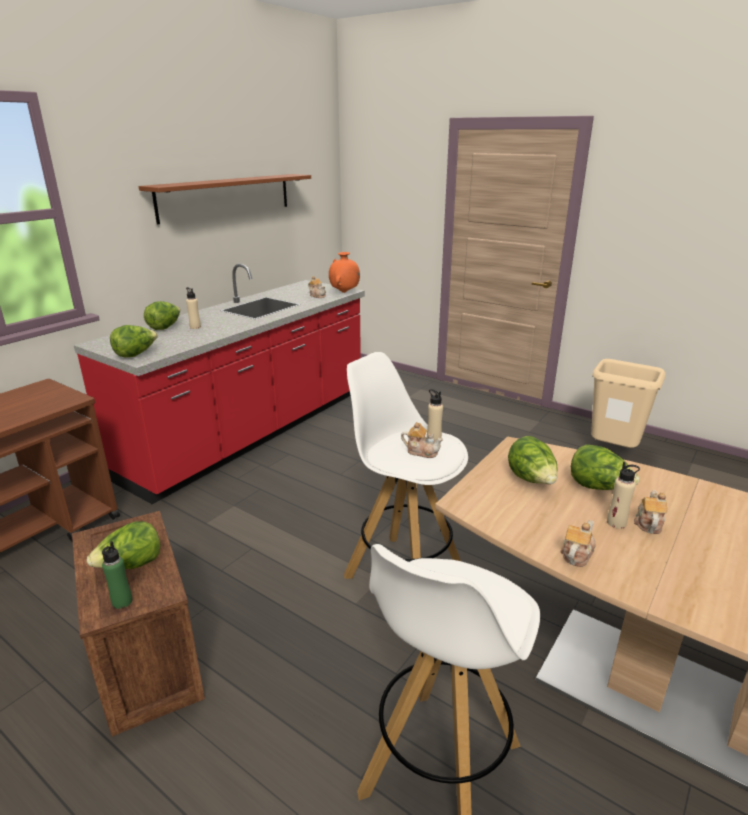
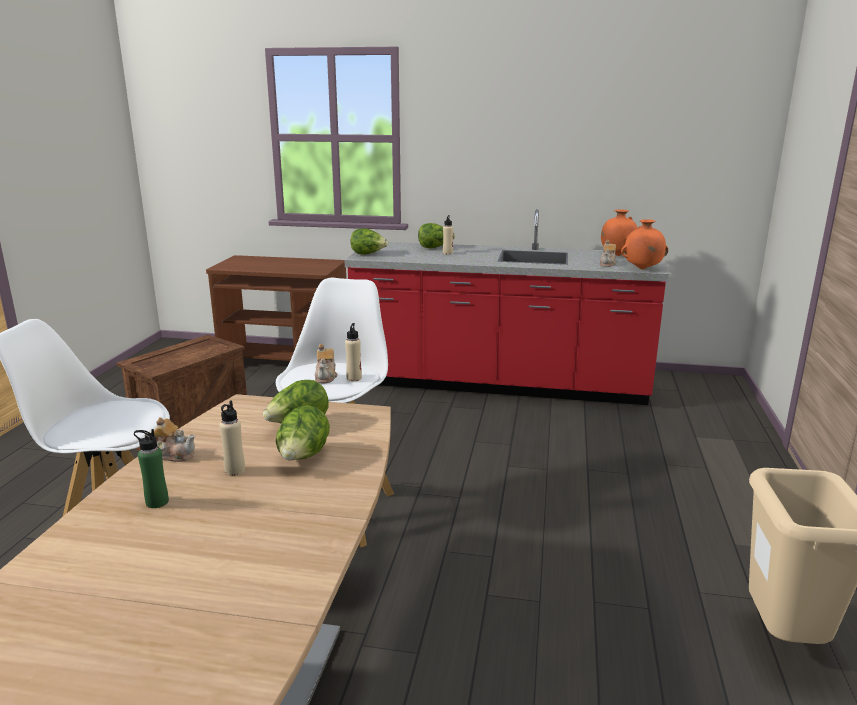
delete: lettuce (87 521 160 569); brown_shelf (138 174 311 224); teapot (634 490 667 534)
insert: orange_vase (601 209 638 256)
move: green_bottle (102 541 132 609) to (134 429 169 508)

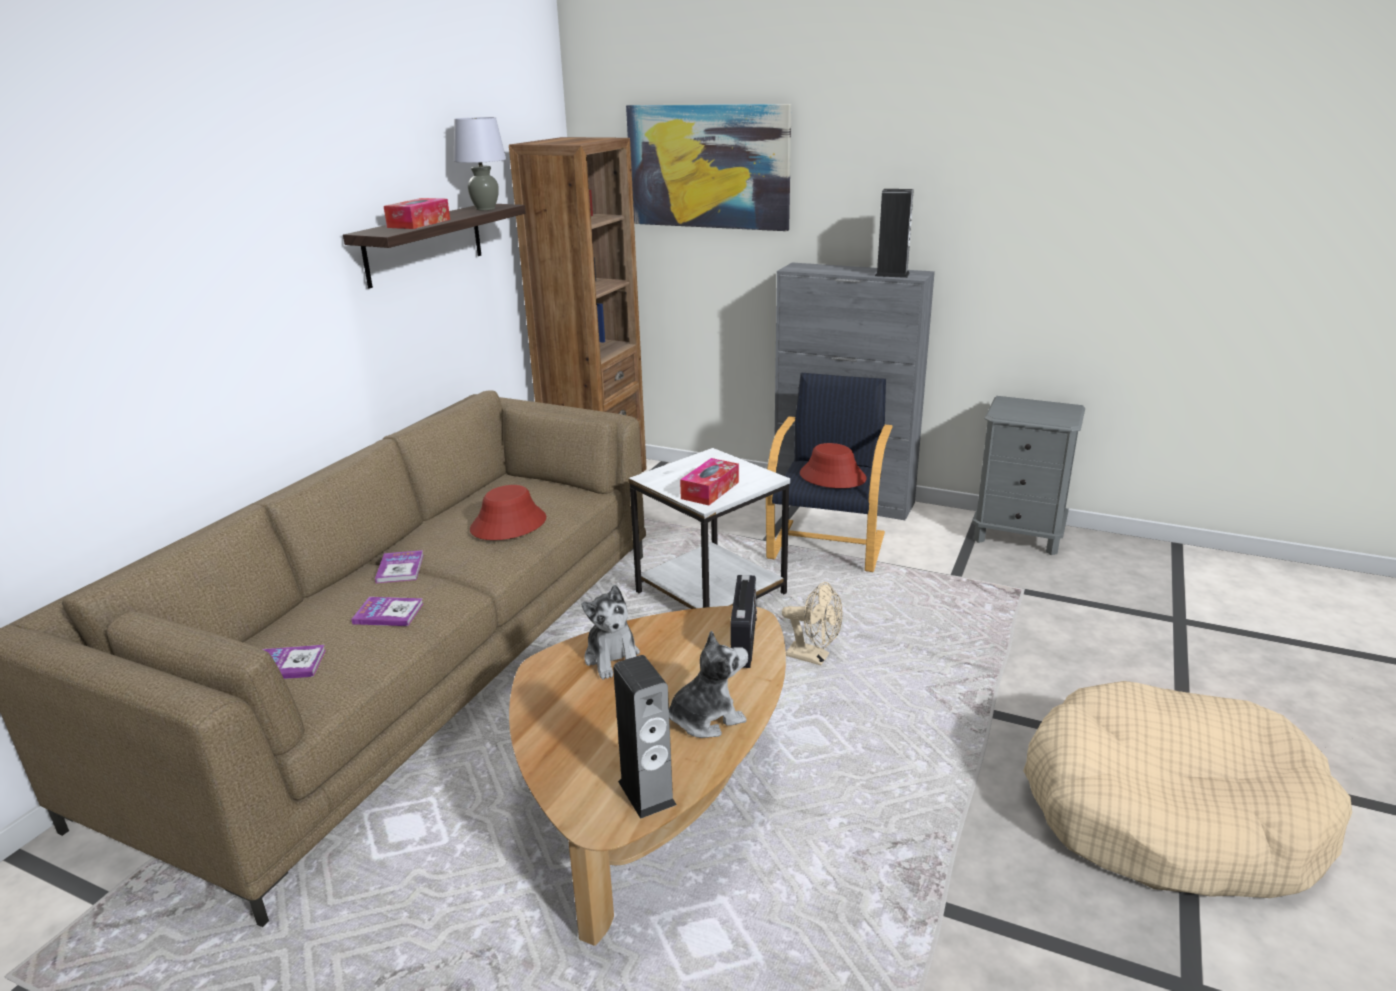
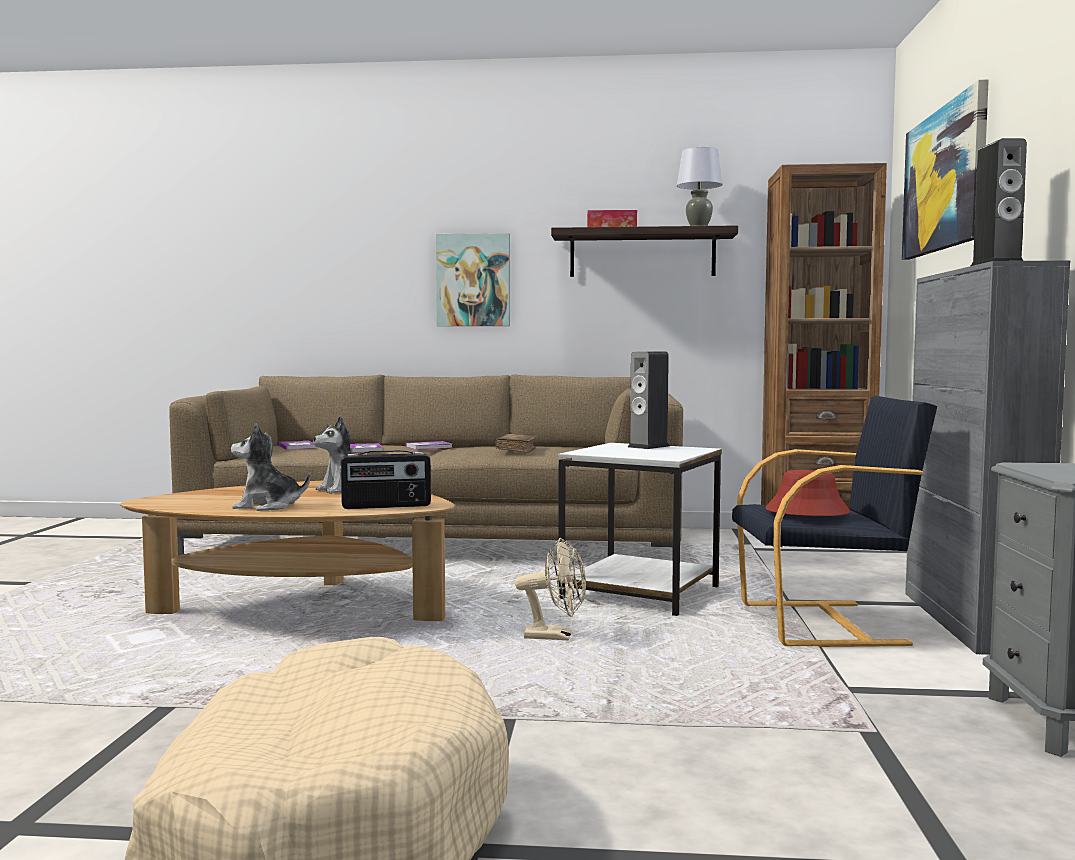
delete: tissue_box (680 458 739 505)
insert: picture (436 233 510 326)
move: speaker (613 655 677 819) to (628 352 670 449)
replace: red_hat (470 485 546 540) to brown_book (495 434 536 454)
rotate: plush_toy (669 630 748 738) = (231 424 310 511) 135 degrees clockwise; beige_fan (782 582 843 666) = (515 538 586 640) 90 degrees counterclockwise

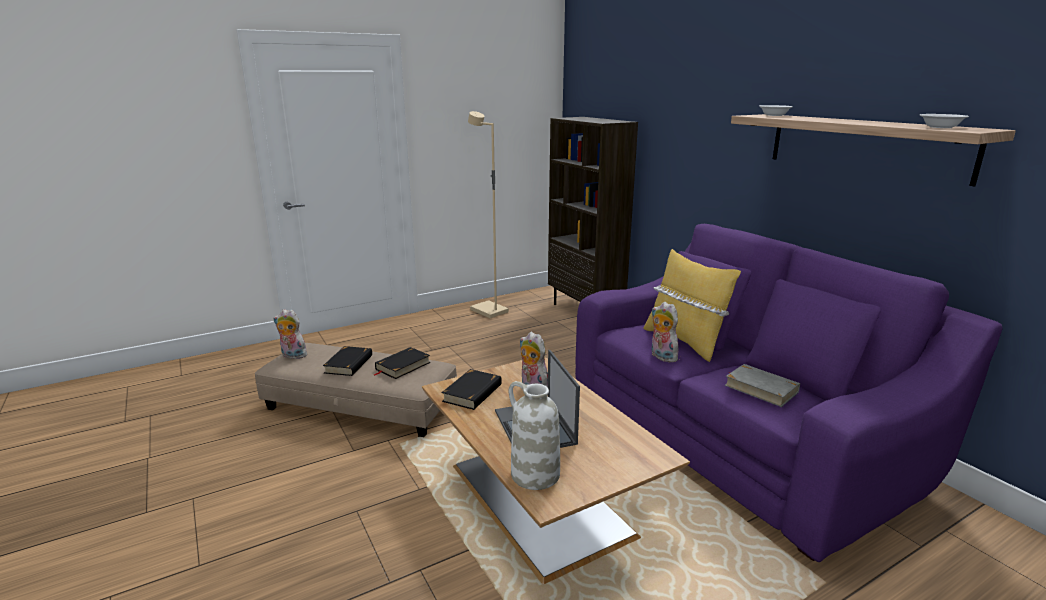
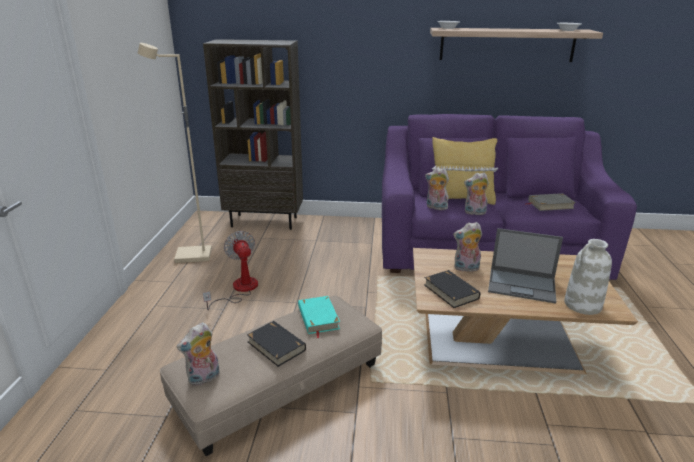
insert: fan (203 231 258 310); plush_toy (425 168 449 210)
recolor: black_book (374 347 431 379) to turquoise_book (298 296 340 338)

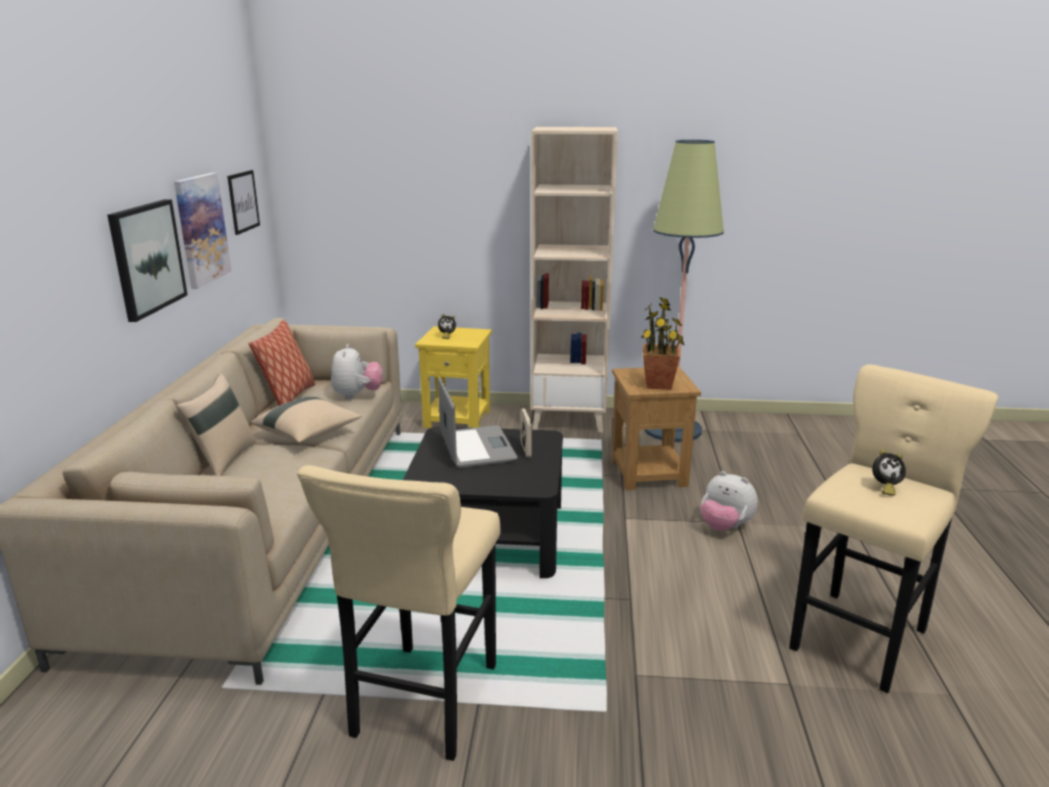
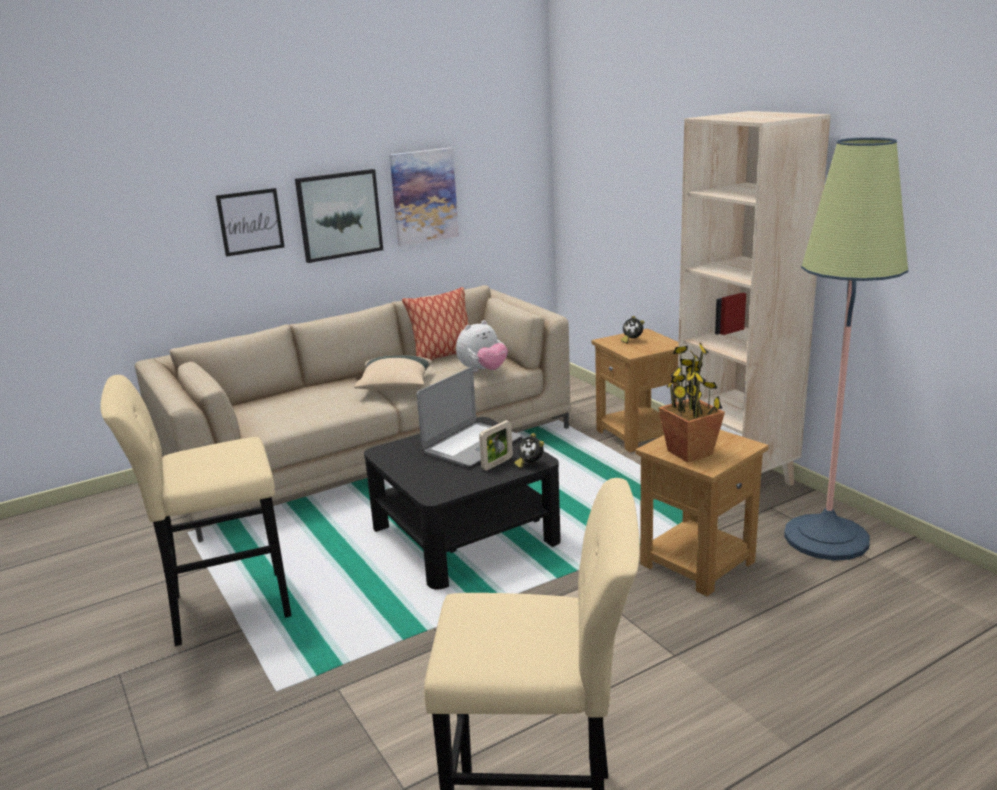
delete: beige_pillow (176 374 256 476); plush_toy (700 471 758 531)
move: picture (227 170 260 235) to (216 188 285 257); alarm_clock (872 449 906 496) to (514 433 544 468)
recolor: yellow_side_table (415 326 492 428) to brown_side_table (592 328 678 452)

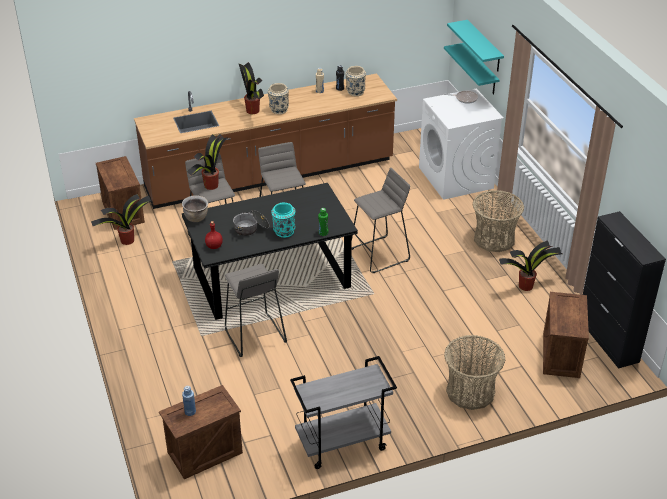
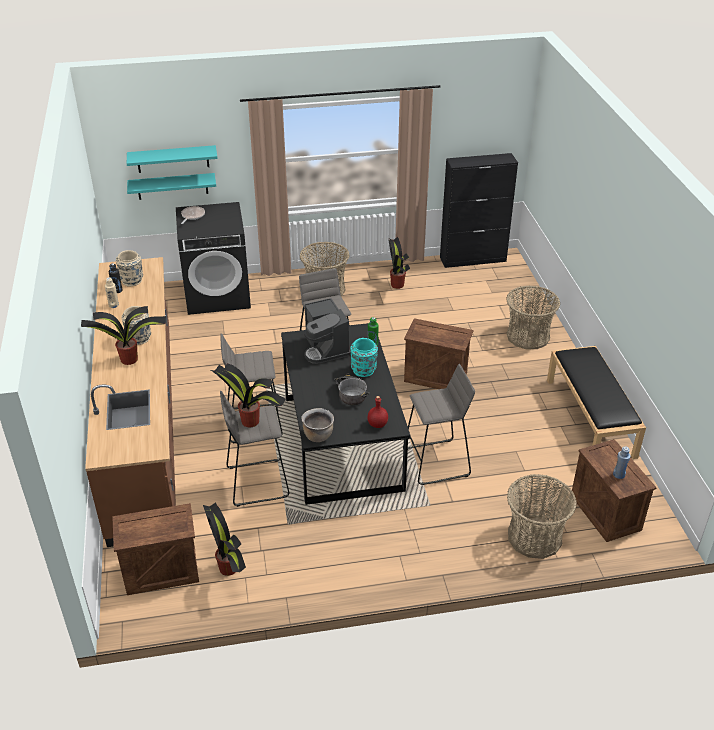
insert: coffee_machine (304 298 351 364); basket (507 474 577 559)
move: crate (543 292 589 378) to (404 318 474 389)
replace: grey_cart (290 356 397 469) to black_bench (547 346 646 459)
recolor: white_washing_machine (419 88 504 200) to black_washing_machine (176 202 251 315)

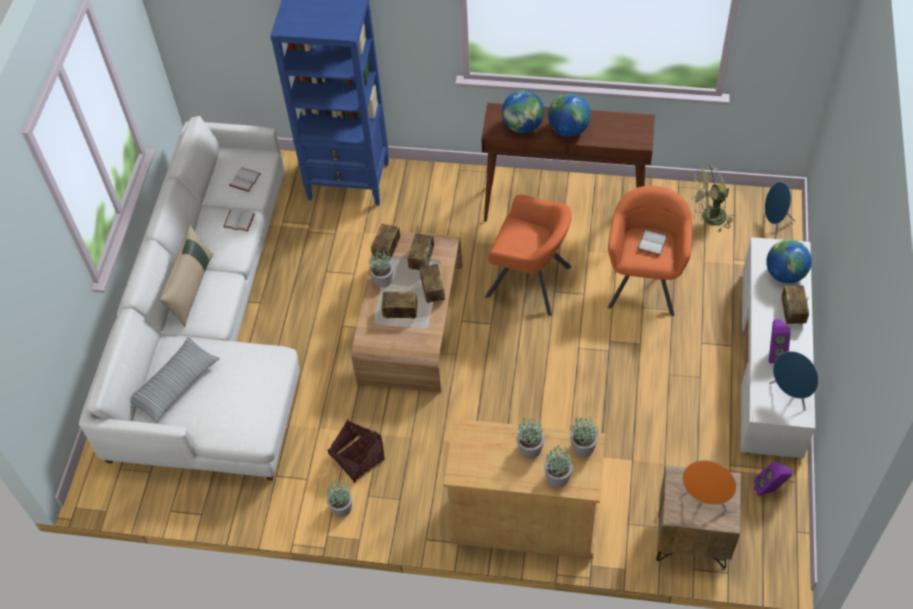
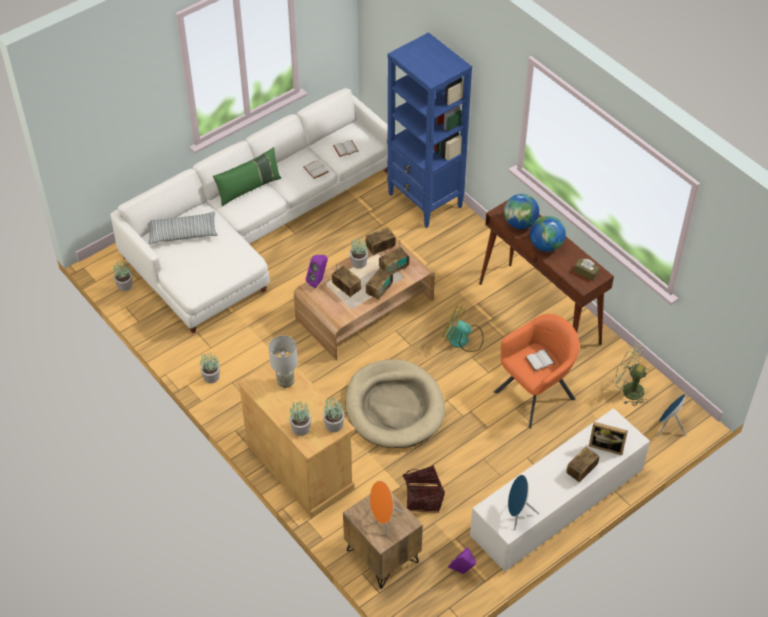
insert: grey_table_lamp (269 335 298 388); beige_dog_bed (345 359 445 448); brown_tissue_box (574 258 600 280)
move: basket (328 420 385 483) to (403 466 445 513); potted_plant (516 418 544 459) to (113 259 132 291); purple_speaker (769 319 791 363) to (306 255 328 288)
replace: orange_armchair (485 195 572 316) to fan (442 305 484 352); globe (766 240 812 283) to picture_frame (589 422 628 455)
recolor: beige_pillow (159 225 213 327) to green_pillow (213 147 281 207)

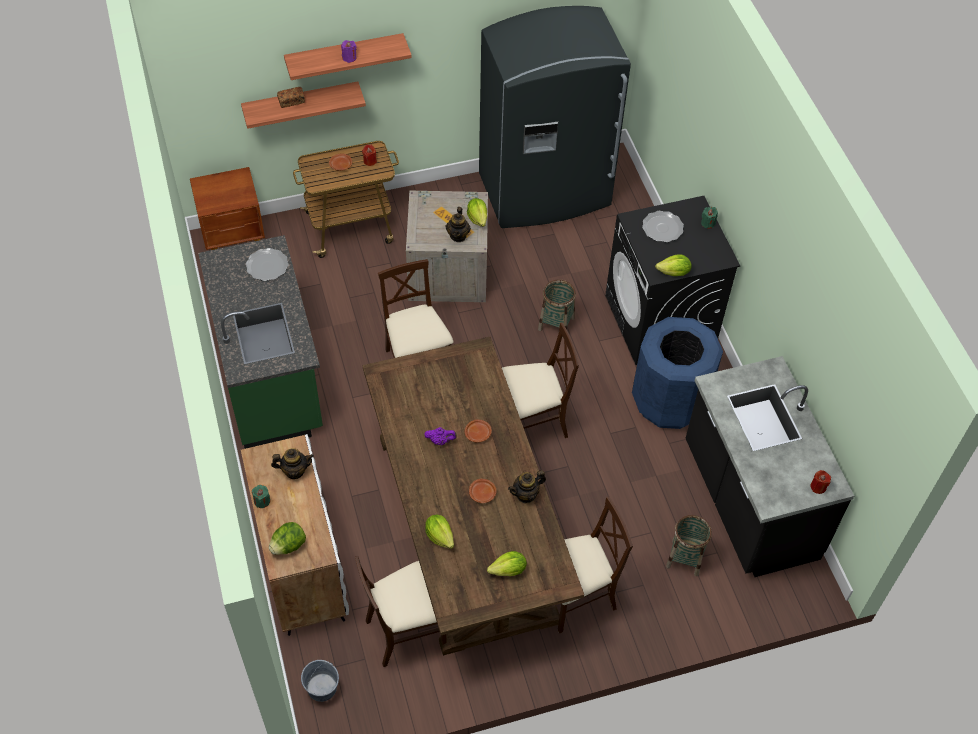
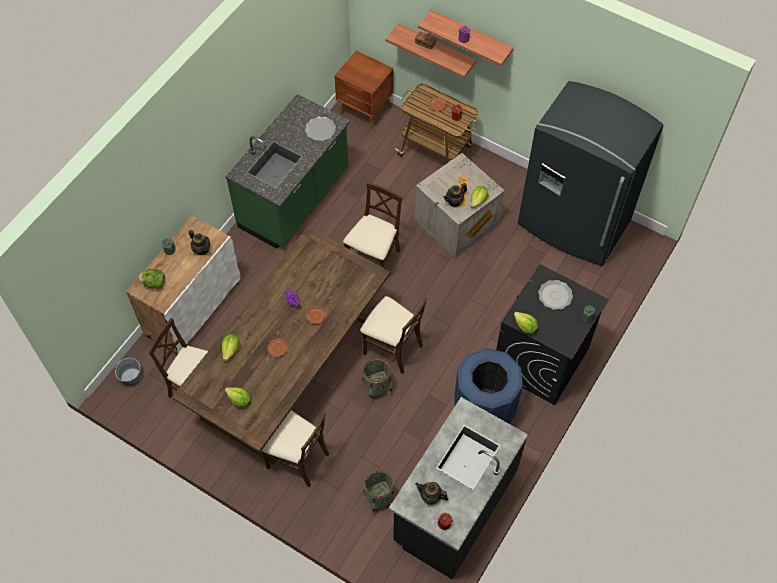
move: teapot (508 470 546 503) to (415 482 448 505); basket (538 279 576 339) to (362 358 393 403)

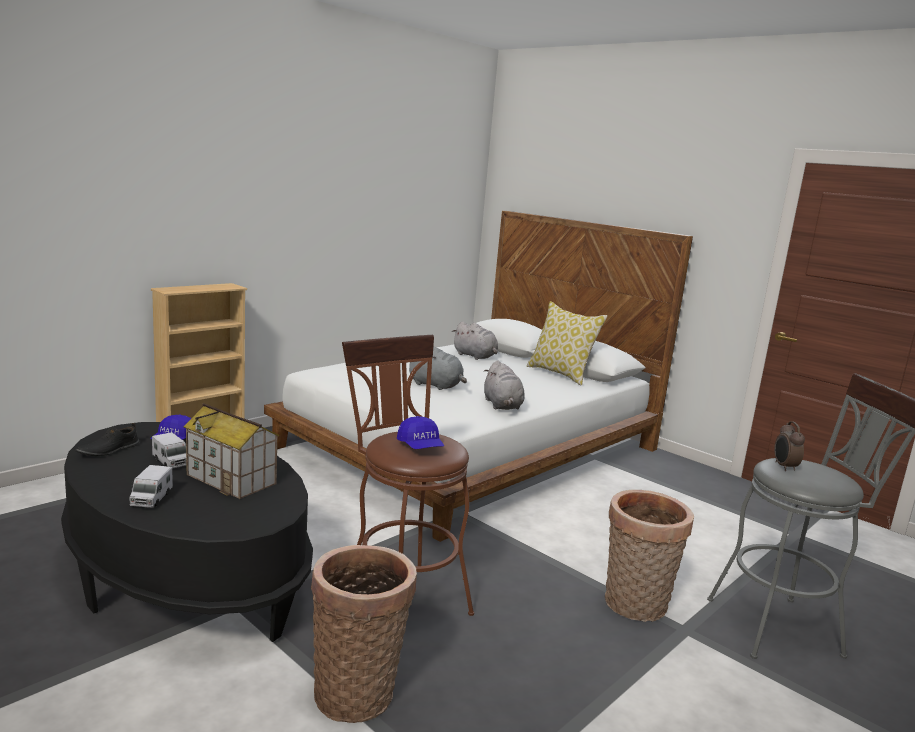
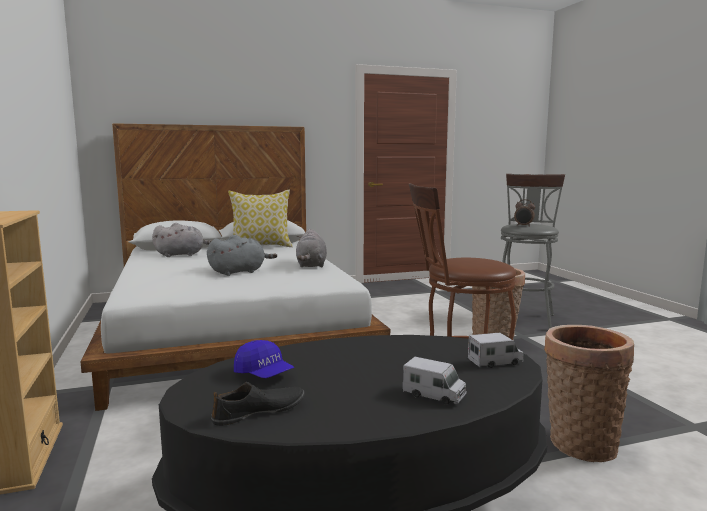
delete: toy_house (184 403 280 499); blue_cap (397 416 444 449)
move: toy_truck (152 432 187 469) to (468 333 524 368)
rotate: black_shoe (75 423 139 456) = (211 382 305 426) 90 degrees counterclockwise; grey_plush_toy (484 360 525 410) = (296 229 327 267) 75 degrees clockwise

